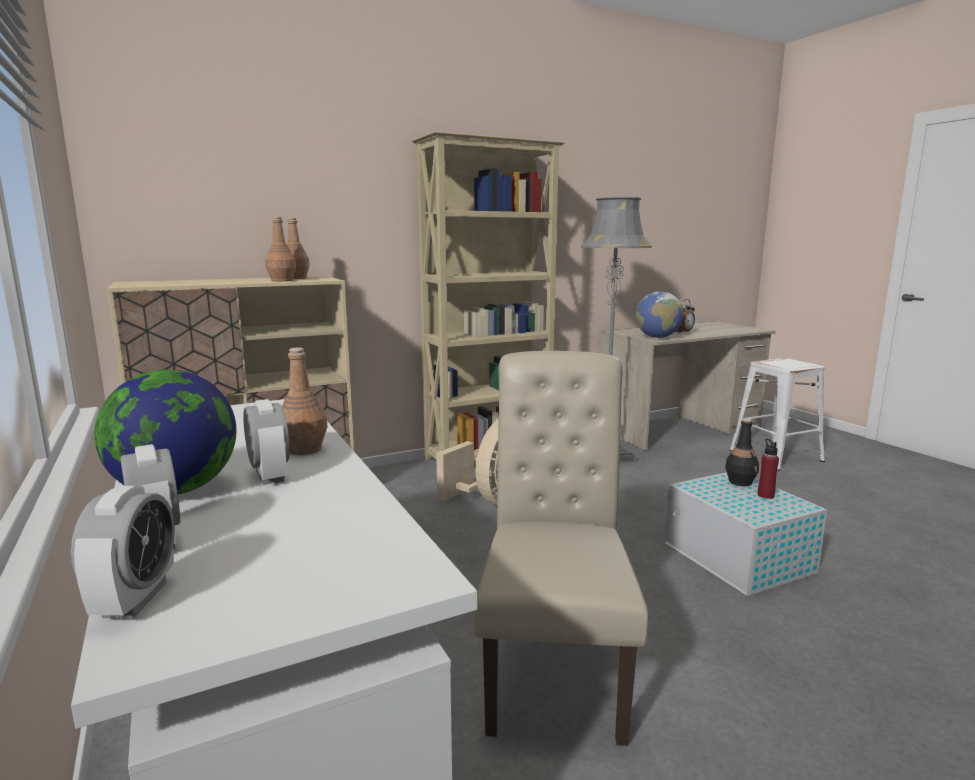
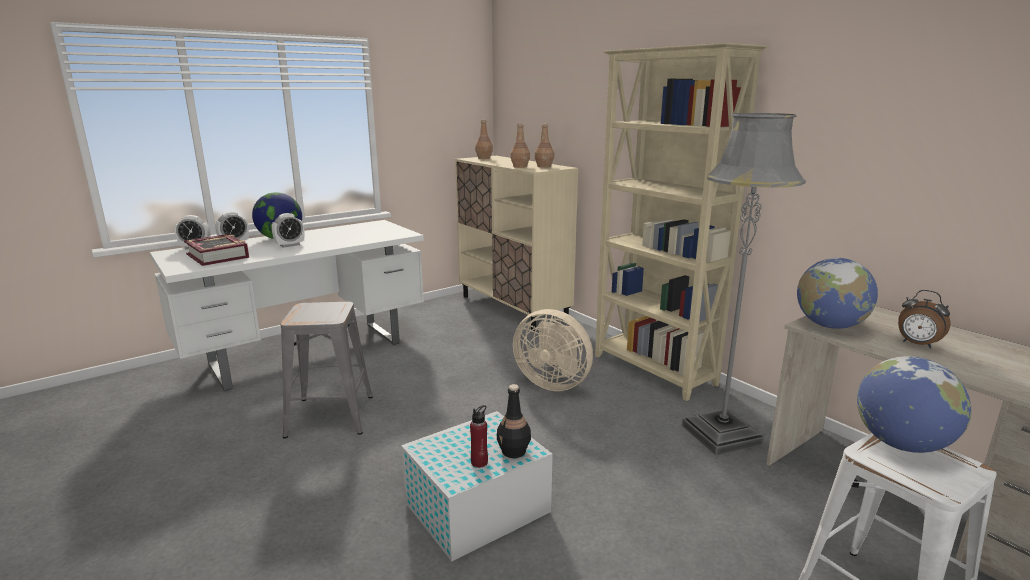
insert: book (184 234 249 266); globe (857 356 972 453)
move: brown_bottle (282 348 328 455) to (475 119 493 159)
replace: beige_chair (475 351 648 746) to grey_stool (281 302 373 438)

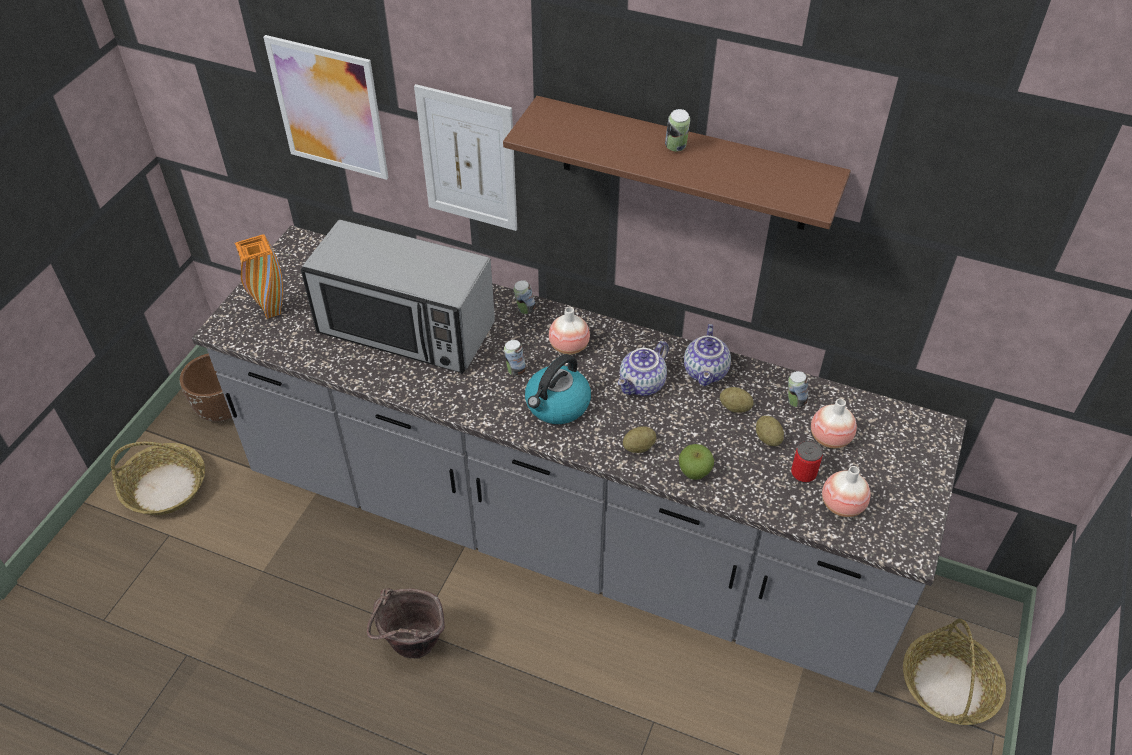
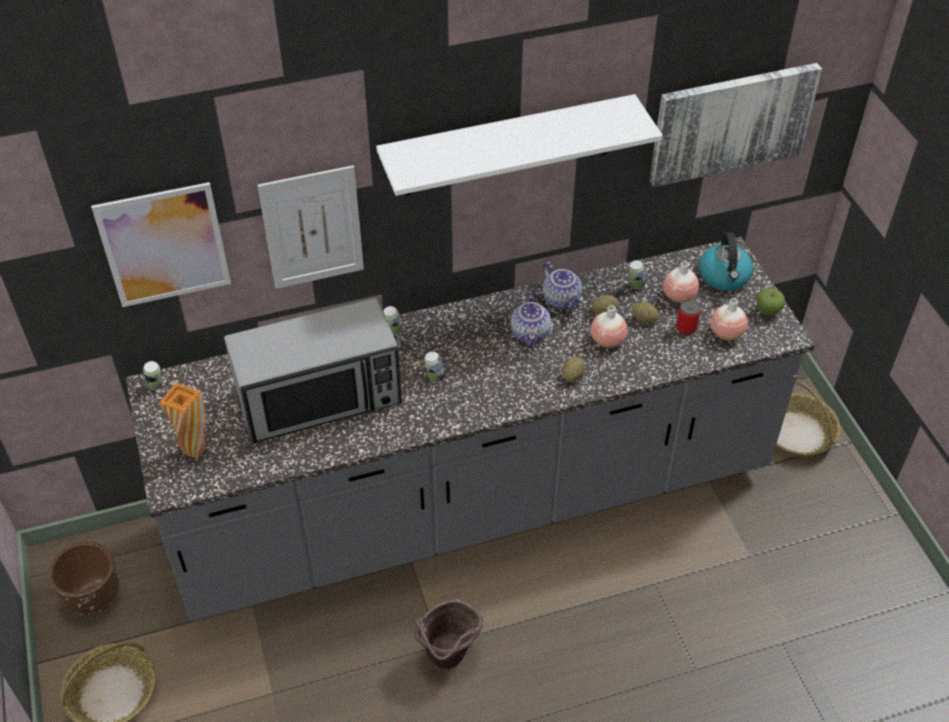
insert: picture (650 63 822 187)
move: kettle (525 354 591 424) to (699 232 753 291); vase (549 307 590 355) to (591 305 628 348); can (665 109 690 152) to (143 361 162 390); apple (679 444 714 480) to (757 288 785 316)
recolor: brown_shelf (503 96 851 230) to white_shelf (376 94 663 196)

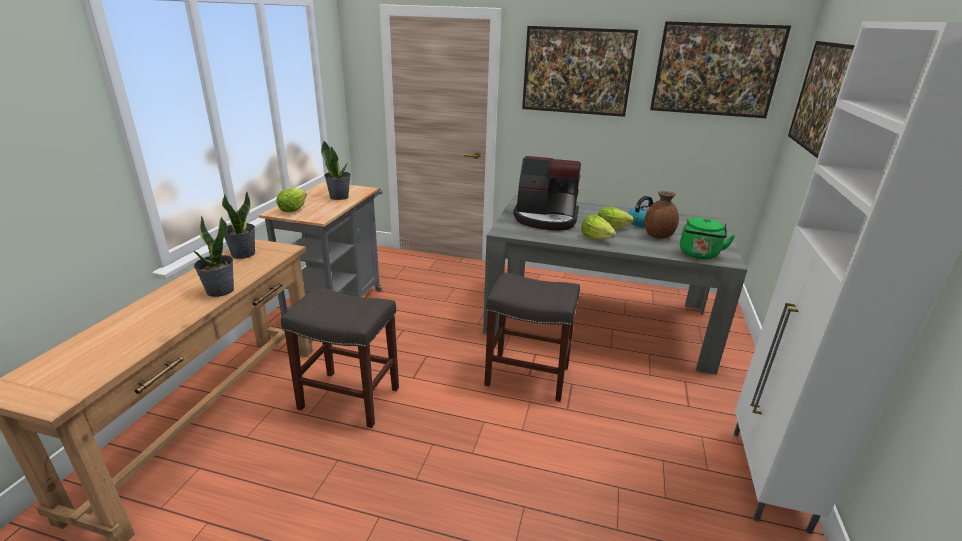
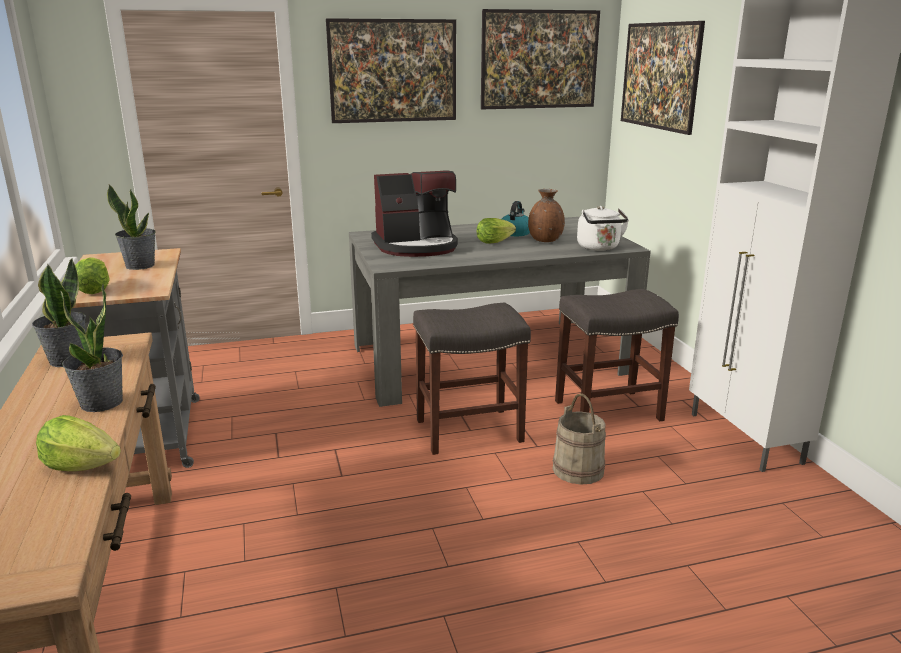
insert: beige_bucket (553 393 606 485)
move: grey_stool (281 287 399 428) to (555 289 679 421); lettuce (581 215 616 239) to (36 415 121 471)
recolor: green_kettle (680 217 735 259) to white_kettle (577 206 629 251)

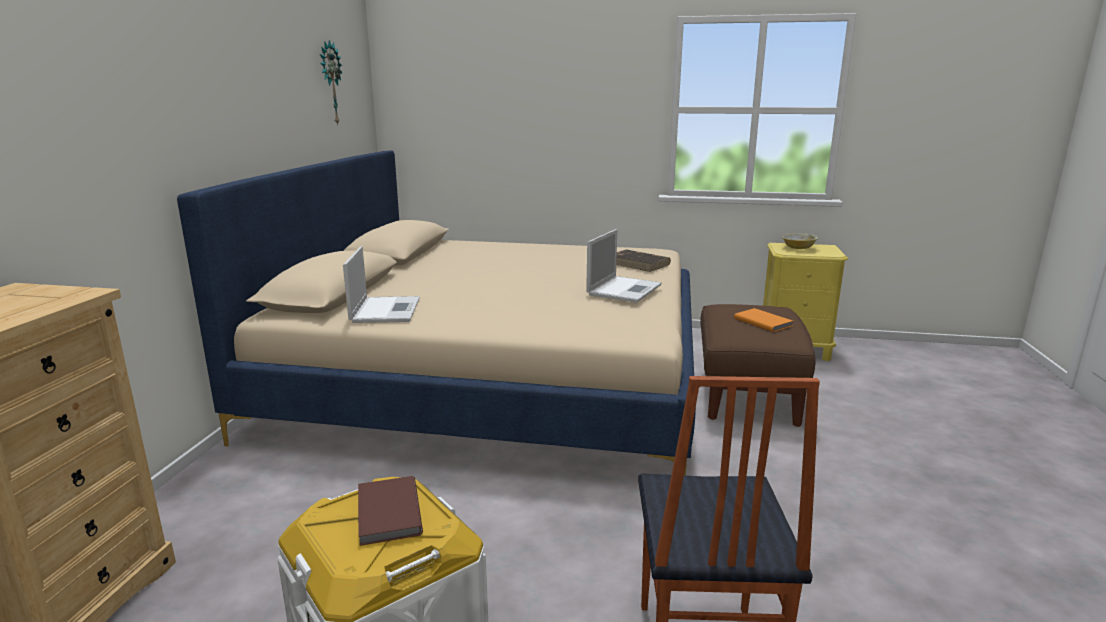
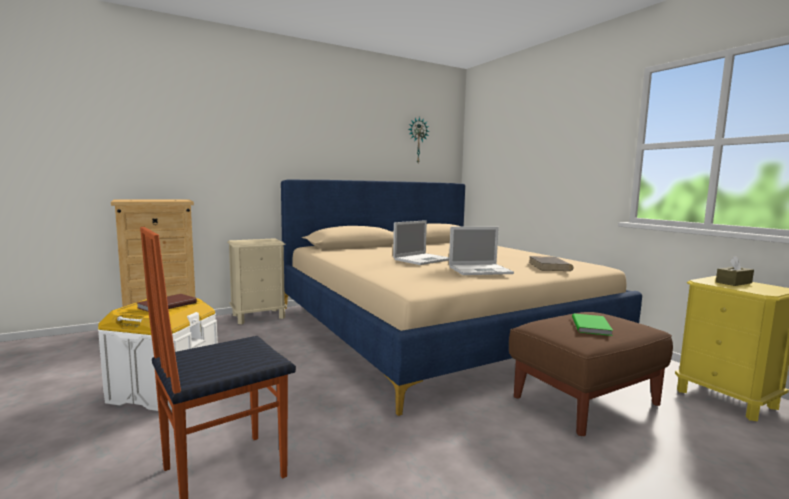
insert: beige_nightstand (227 238 287 324)
move: laptop (343 246 420 323) to (393 220 449 265)
replace: bowl (781 233 819 249) to brown_tissue_box (716 256 754 286)
recolor: orange_book (734 308 793 332) to green_book (572 313 613 336)

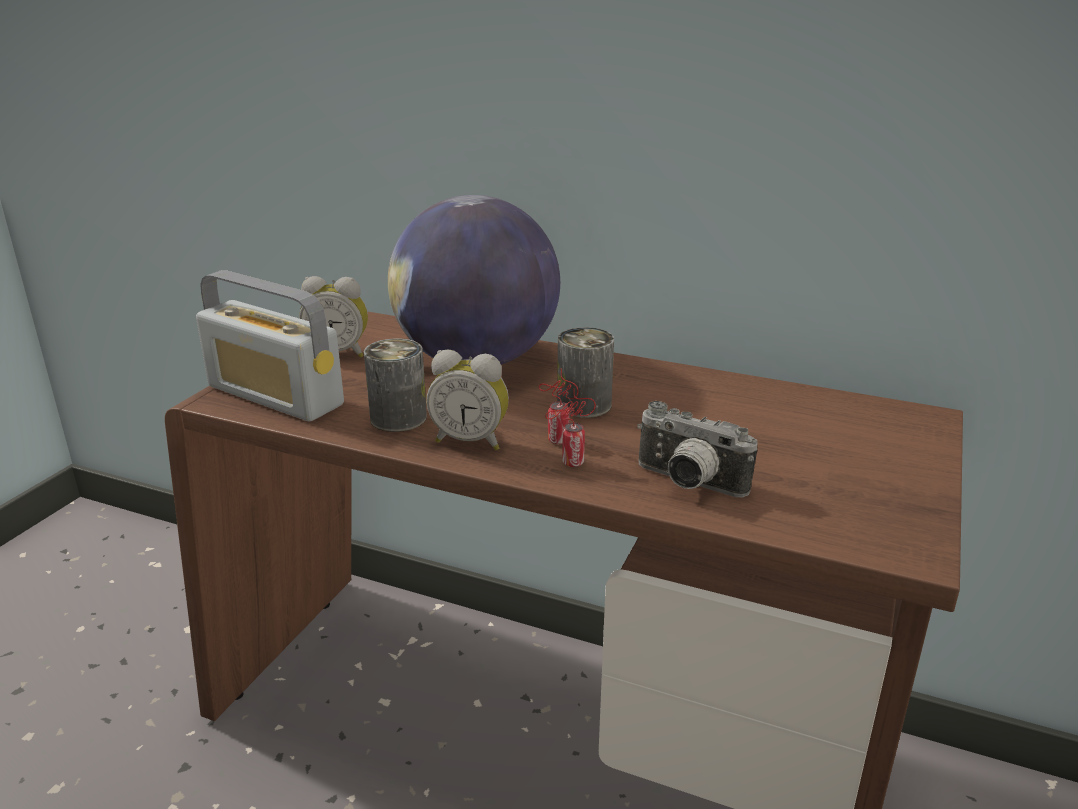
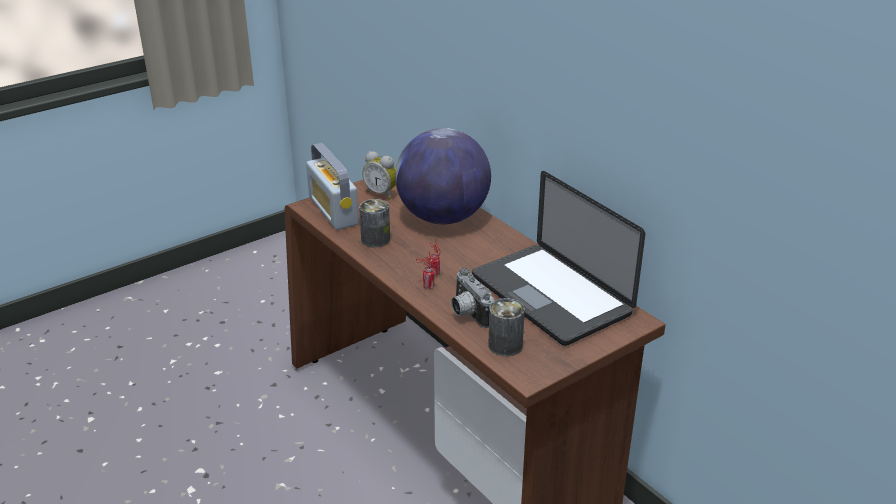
delete: alarm_clock (426 350 509 450)
insert: laptop (472 171 645 346)
move: can (557 327 614 418) to (488 298 525 357)

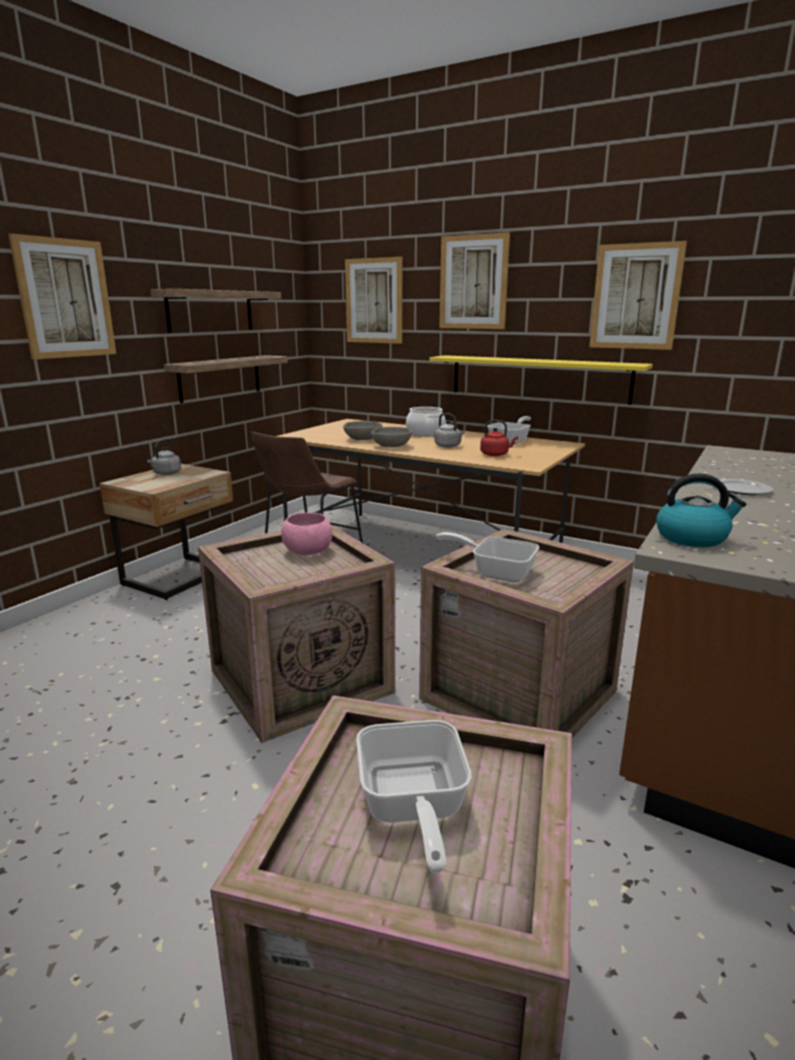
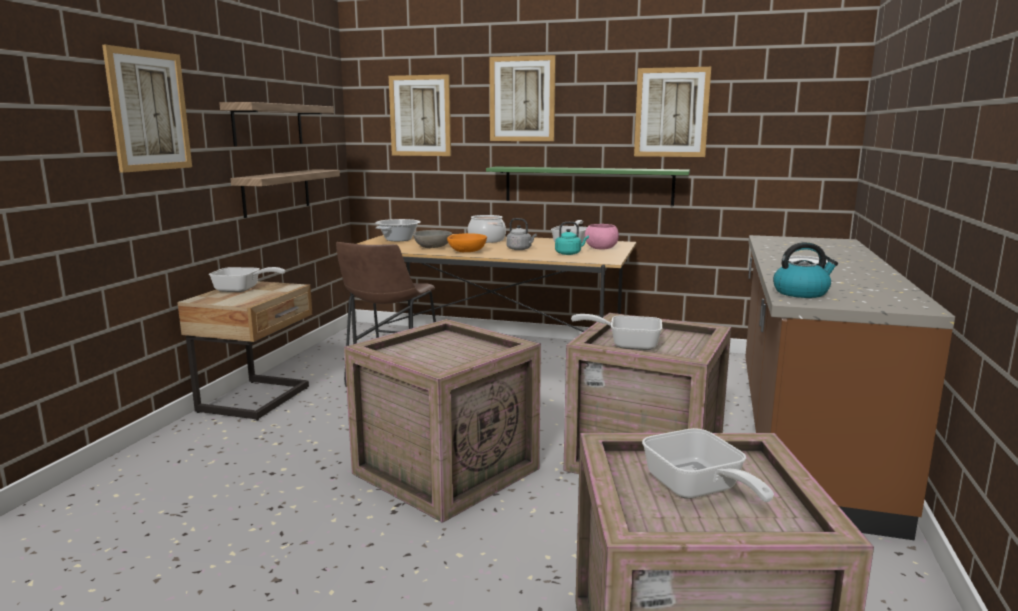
insert: cooking_pot (375 219 421 241)
move: pink_bowl (281 513 332 555) to (585 224 619 250)
replace: grey_kettle (147 439 181 475) to frying_pan (209 267 285 292)
recolor: grey_bowl (371 427 412 447) to orange_bowl (447 233 487 253); yellow_shelf (429 355 653 405) to green_shelf (486 167 690 206); red_kettle (480 420 518 456) to turquoise_kettle (555 222 589 255)

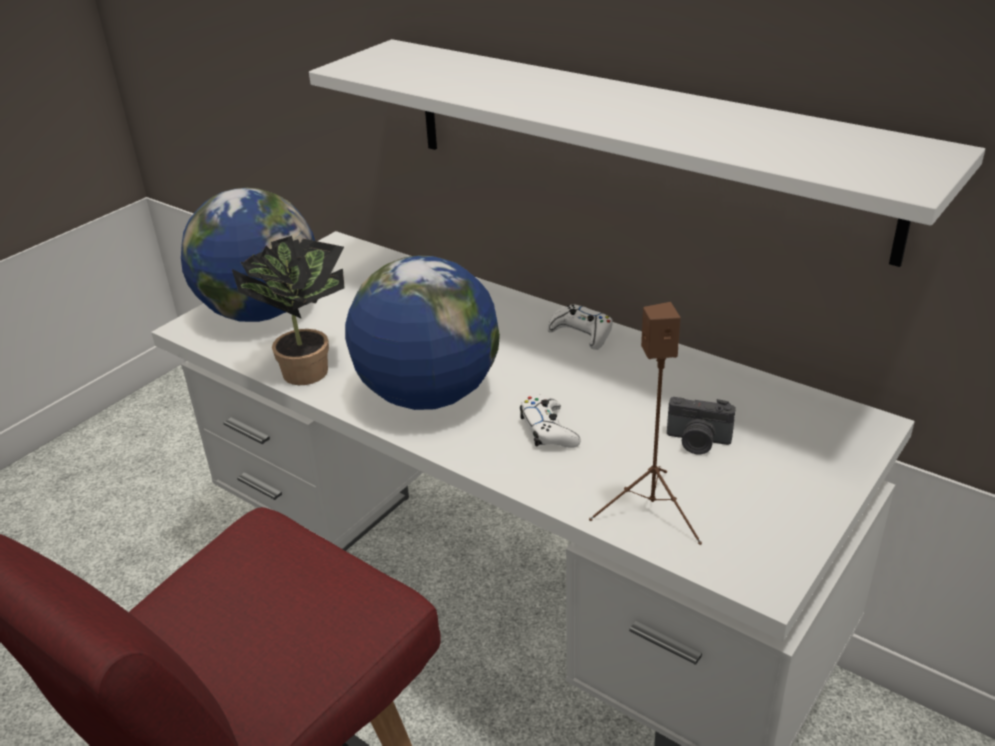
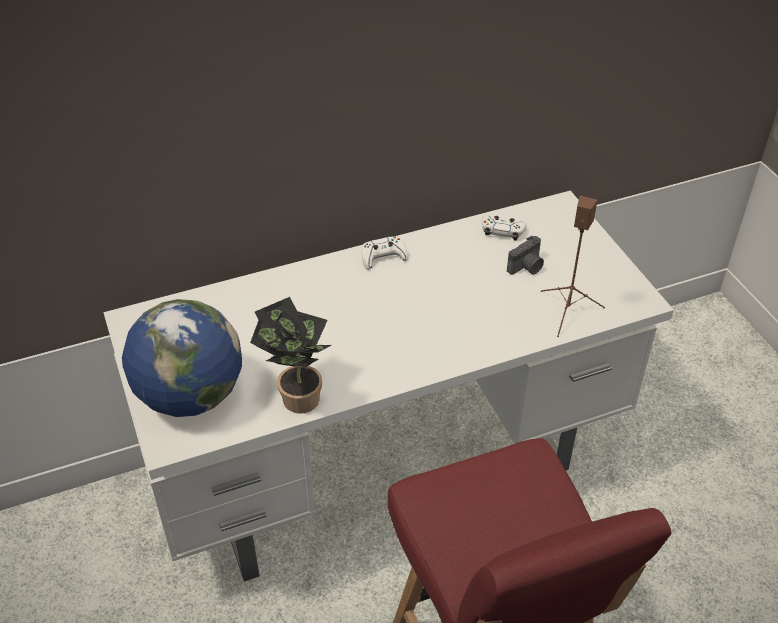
delete: white_shelf (309 39 985 267); globe (345 255 500 410)
move: white_game_controller (520 395 581 448) to (482 216 527 240)

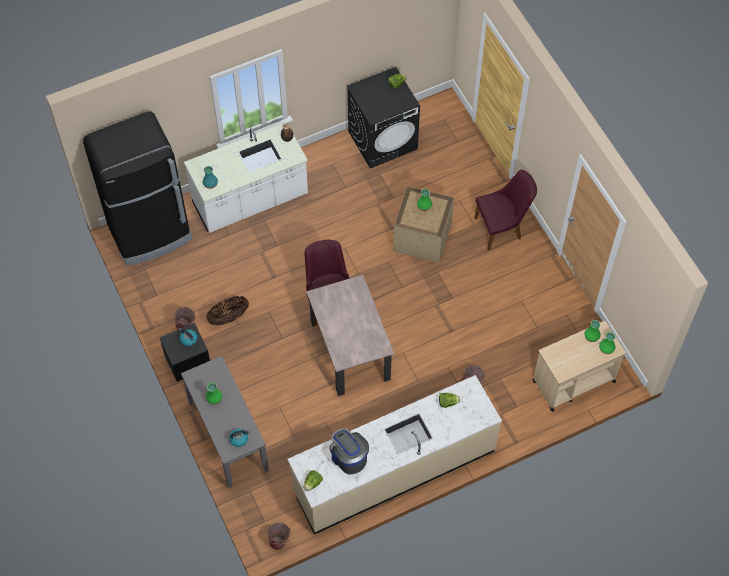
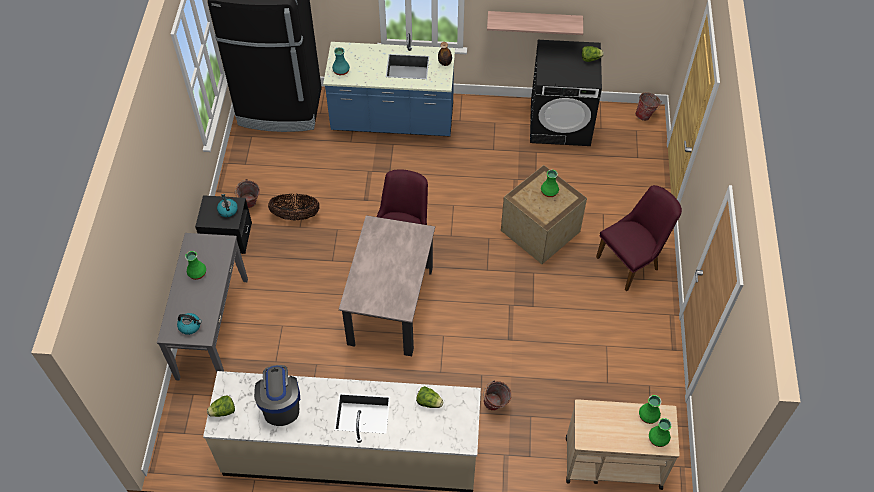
insert: shelf (487 11 583 35)
move: bucket (268 522 291 550) to (635 92 662 121)
recolor: white_counter (184 122 308 233) to blue_counter (323 33 455 137)
rotate: purple_chair (474 170 537 250) = (596 185 682 291) 45 degrees counterclockwise

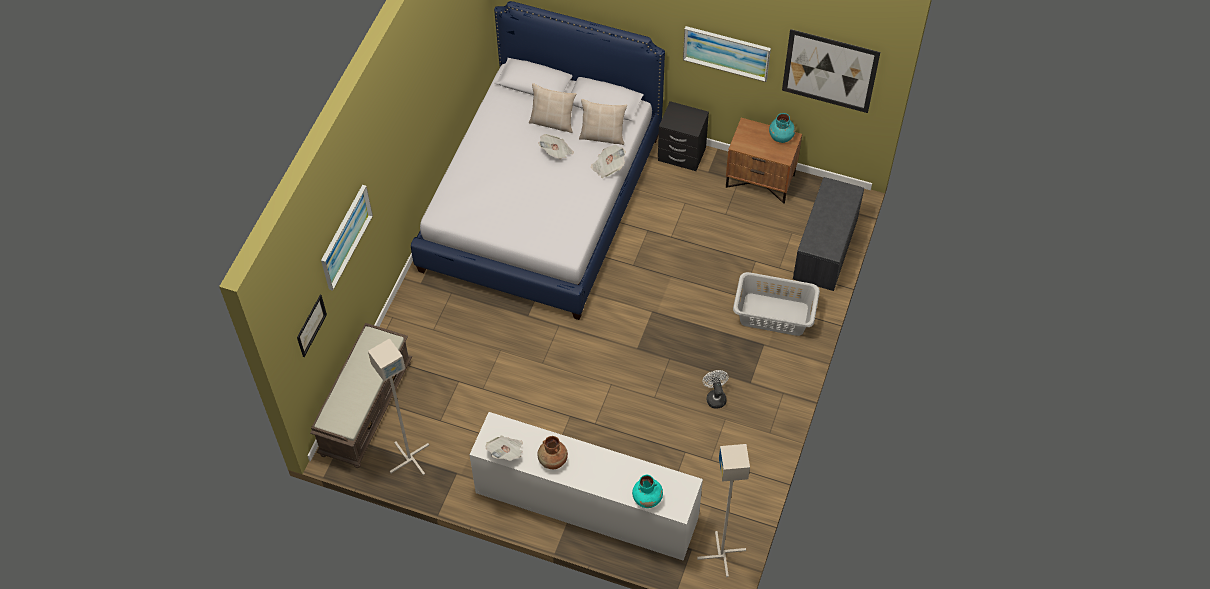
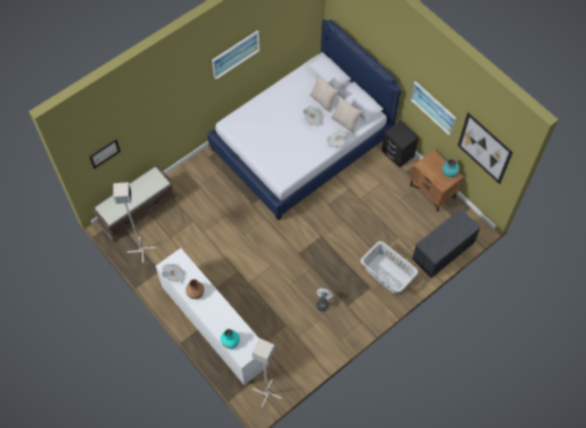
move: picture (321 185 373 291) to (212 30 260 80)

